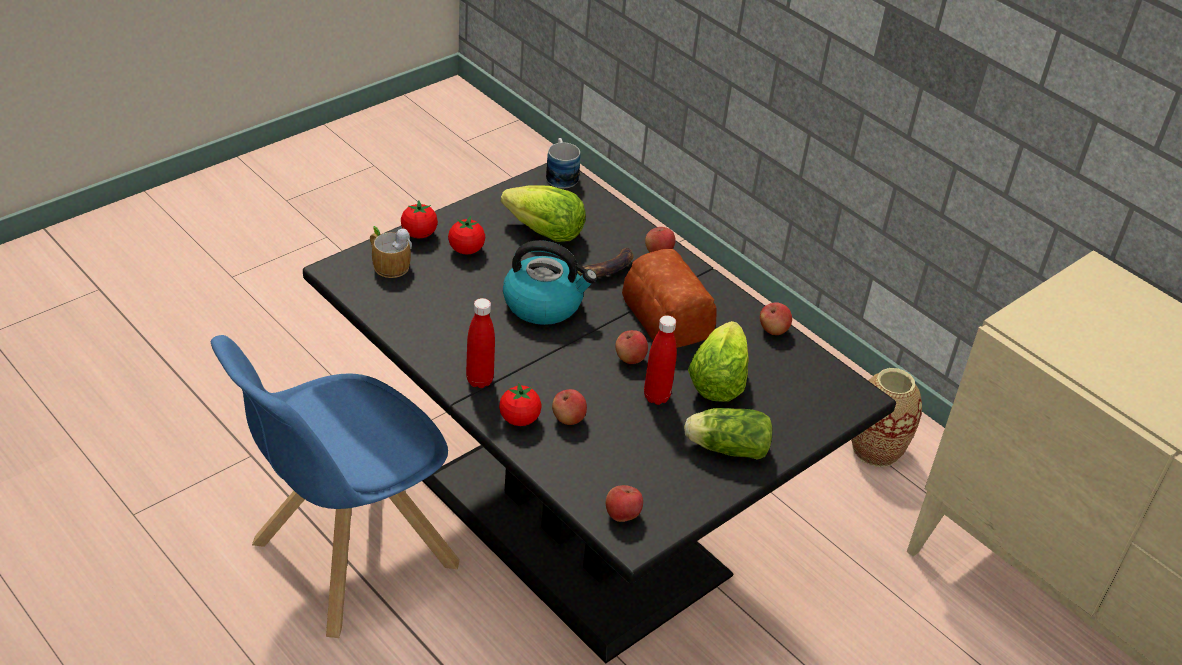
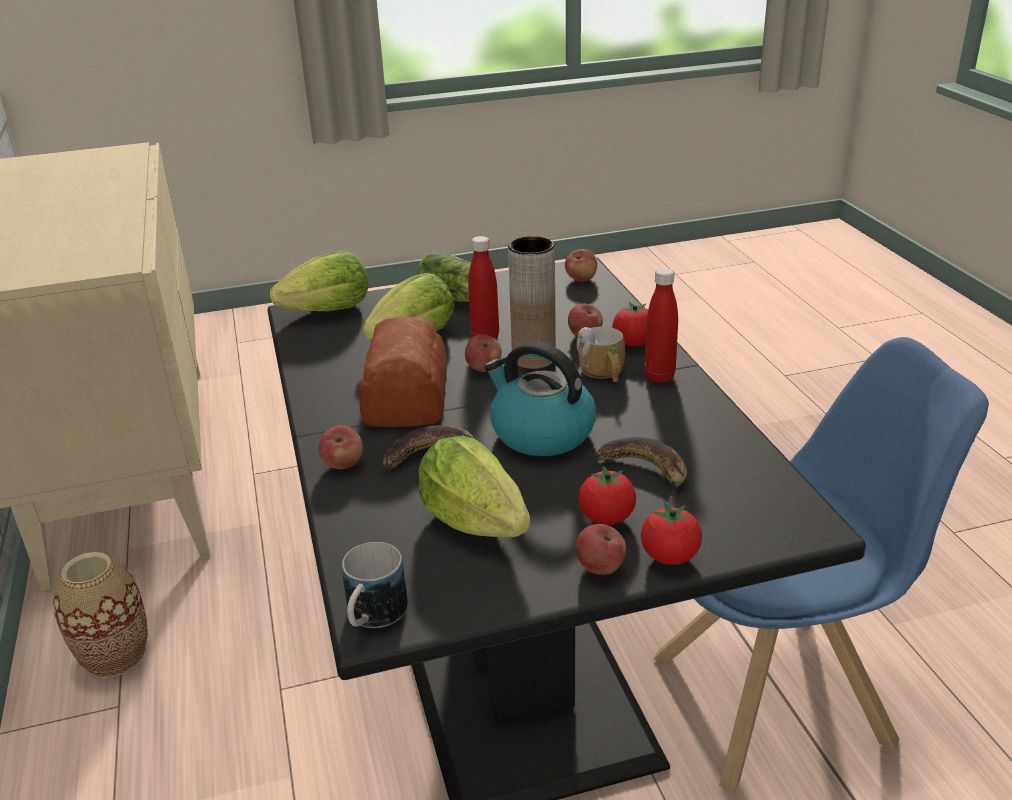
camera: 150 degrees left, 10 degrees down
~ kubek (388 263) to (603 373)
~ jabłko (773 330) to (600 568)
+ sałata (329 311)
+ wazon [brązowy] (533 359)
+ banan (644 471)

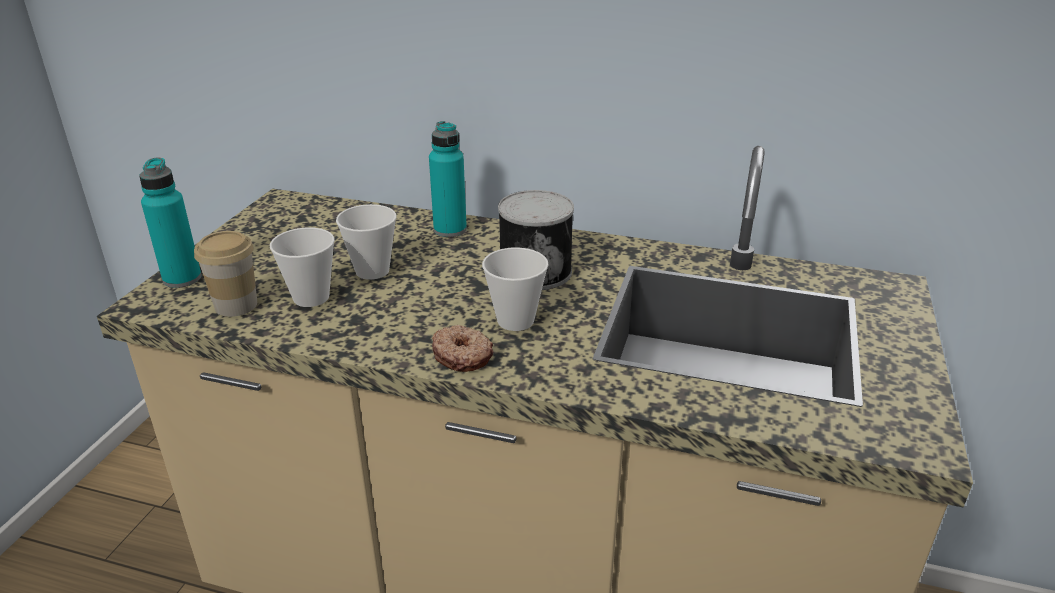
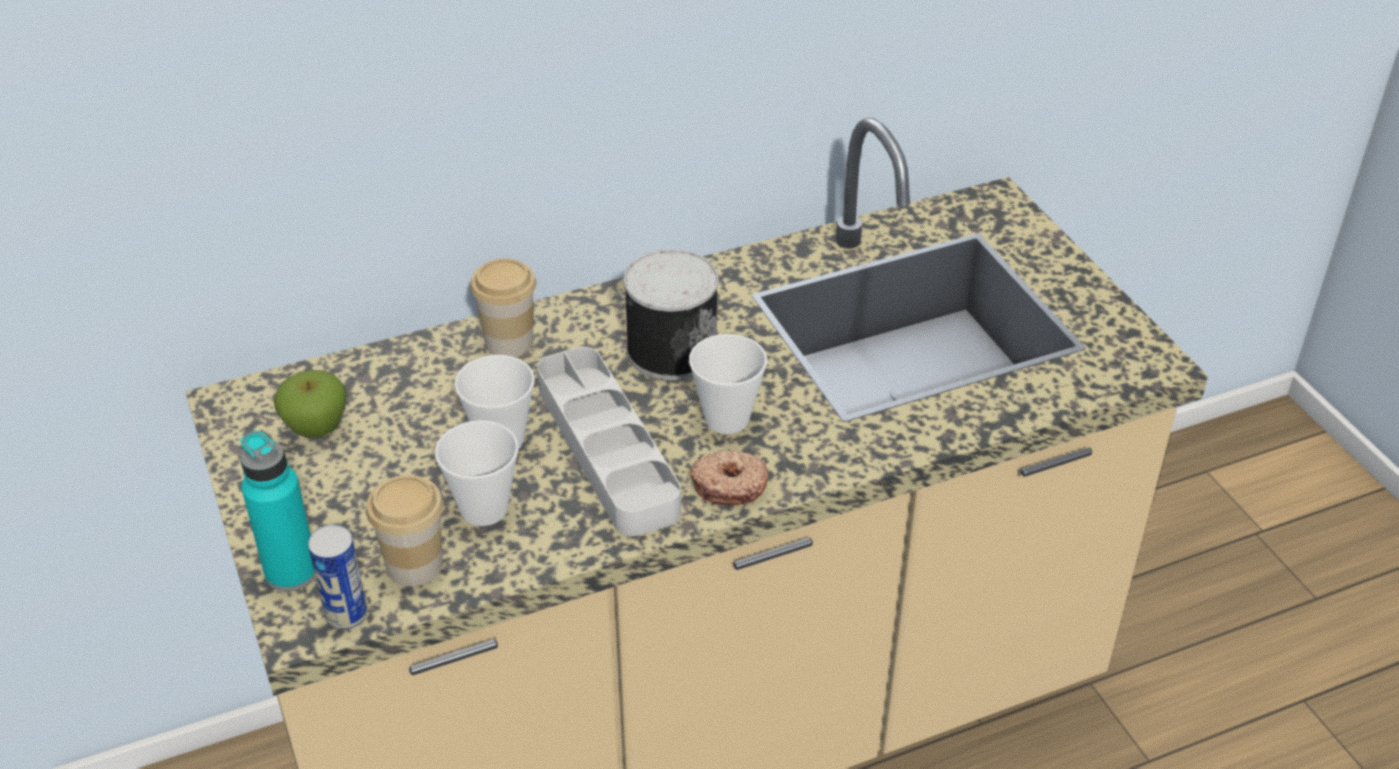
camera: 40 degrees left, 10 degrees up
~ butelka [turkusowy] (450 230) to filiżanka (509 341)
+ jabłko (317 428)
+ puszka (346 615)
+ taca [szary] (607 448)

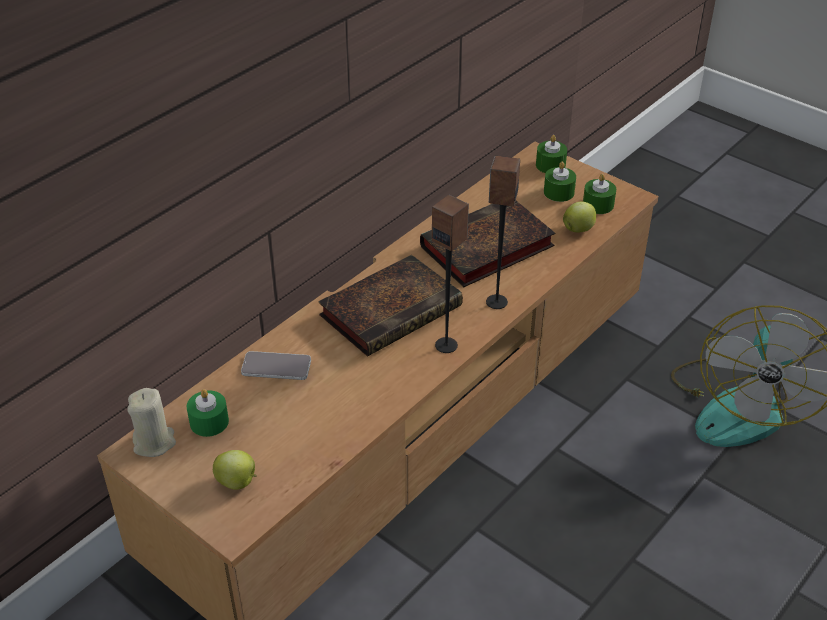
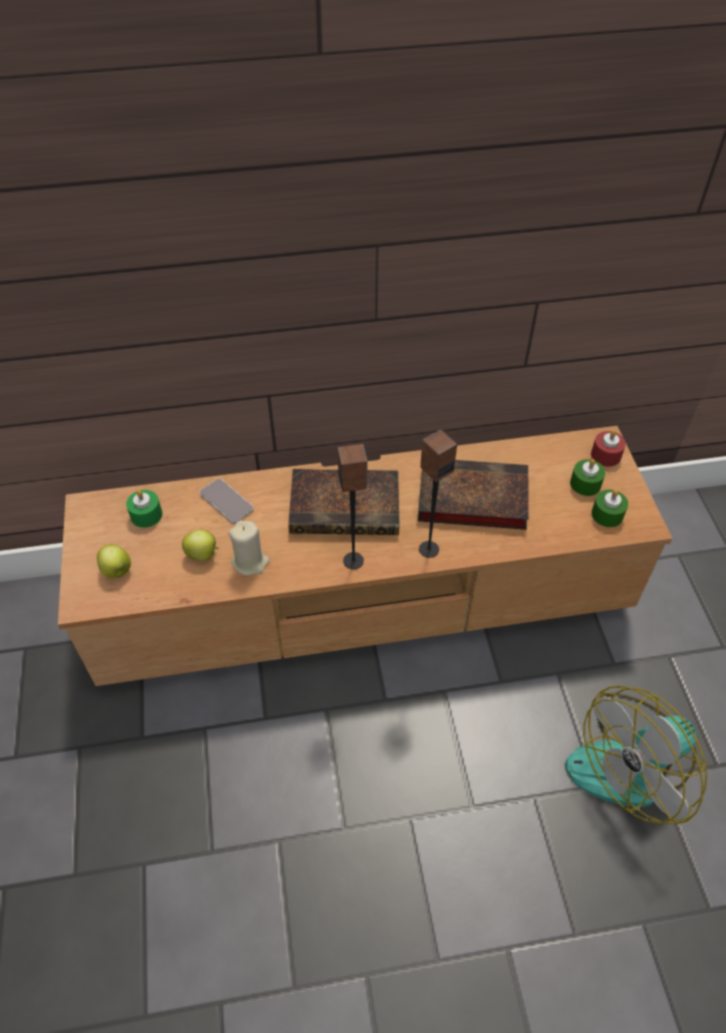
camera: 40 degrees right, 10 degrees up
~ świeca [beżowy] (154 442) to (250 562)
~ świeca [zielony] (550 165) to świeca [czerwony] (606 455)
~ jabłko (578 229) to (203 554)

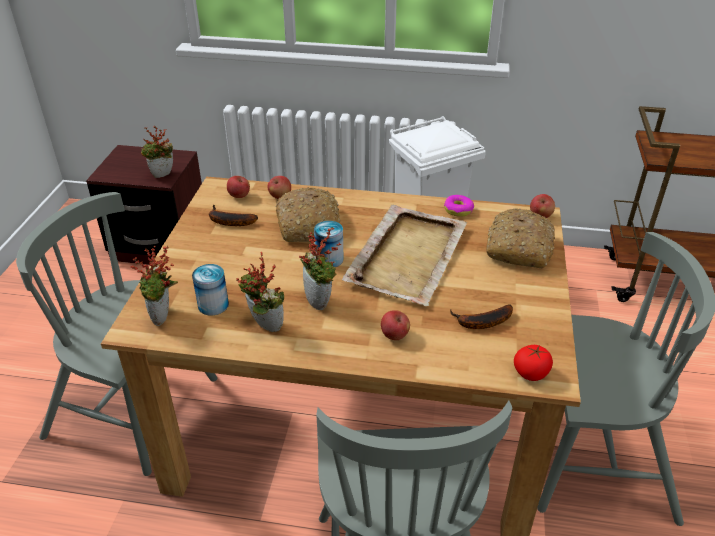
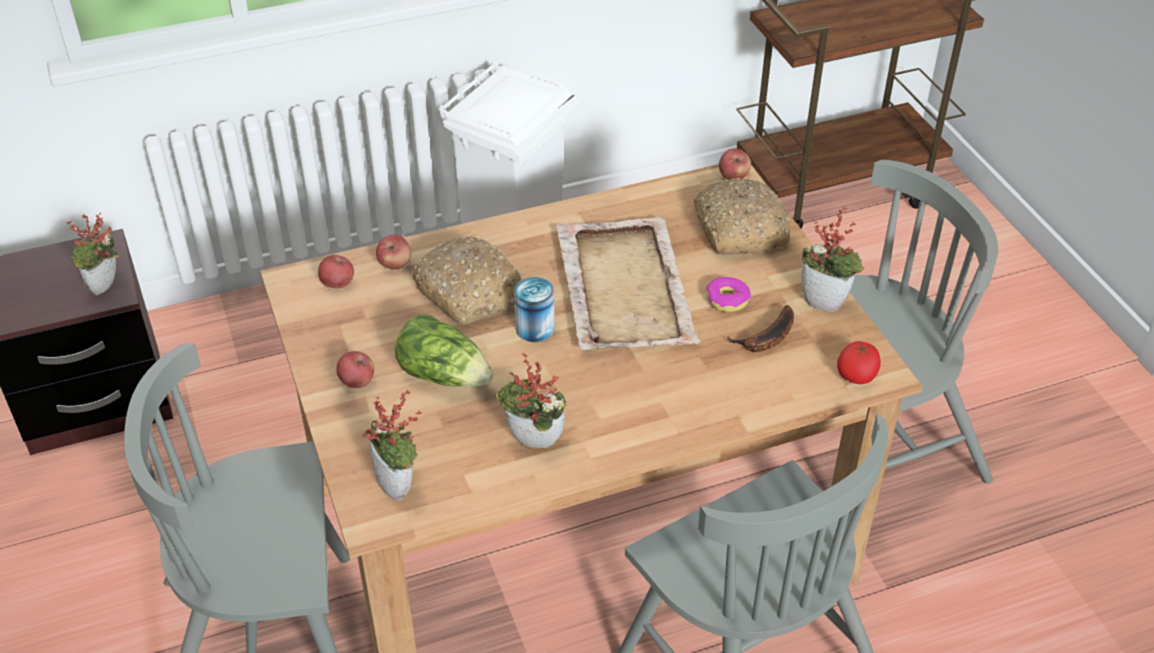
camera: 30 degrees left, 5 degrees up
- puszka (213 305)
- banan (228 221)
~ roślina doniczkowa (321 302) to (826 302)
~ jabłko (394 335) to (357 382)
~ donut (458 210) to (727 300)
+ sałata (445 375)

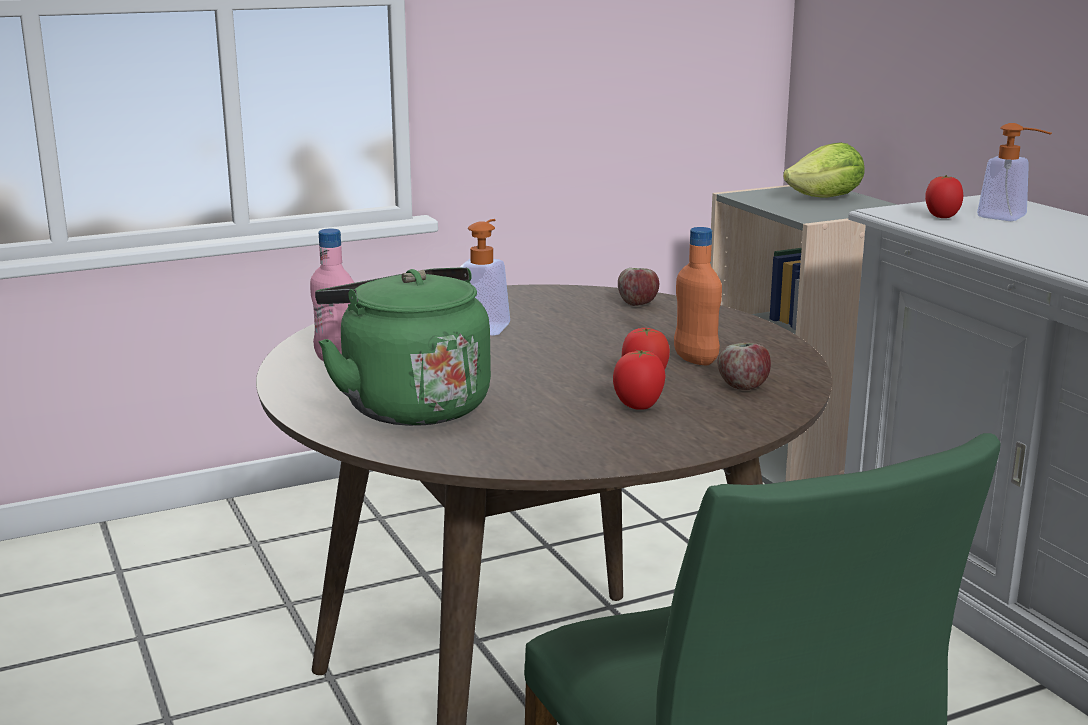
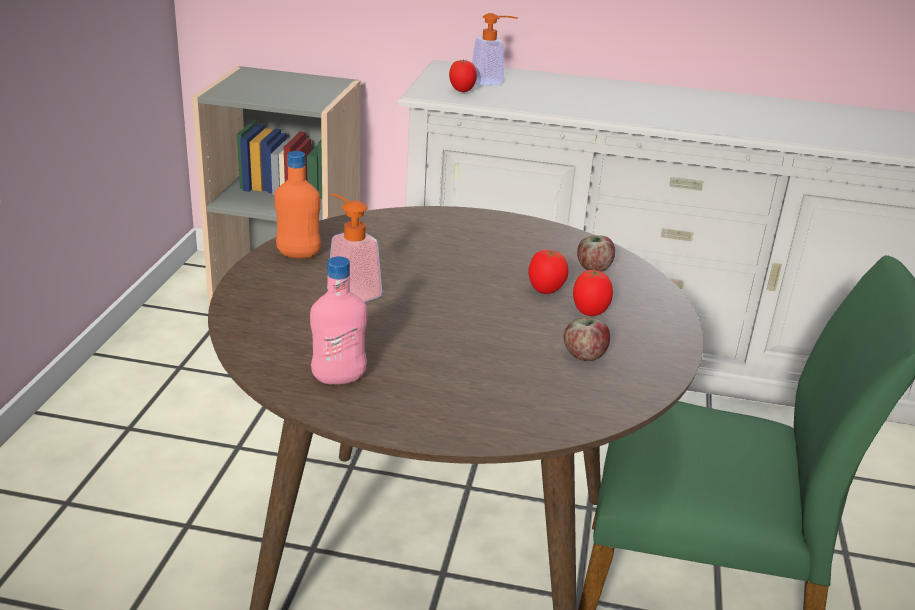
camera: 55 degrees left, 10 degrees up
- czajnik [zielony] (410 405)
~ jabłko (638 303) to (584 355)
~ butelka [pomarańczowy] (695 360) to (298 255)
- sałata (826 198)

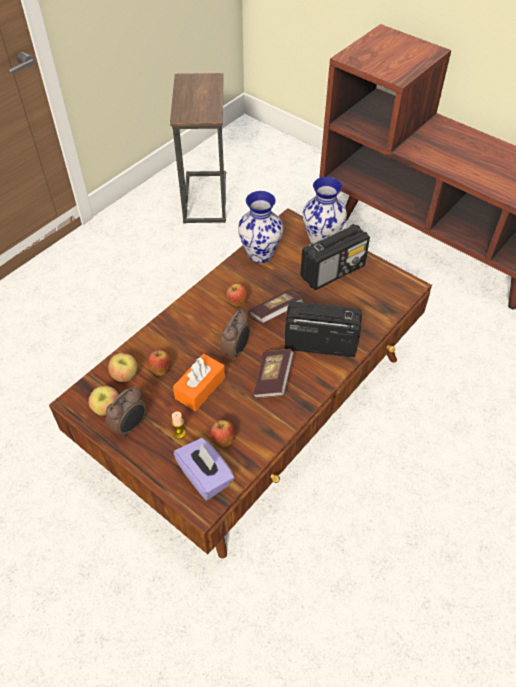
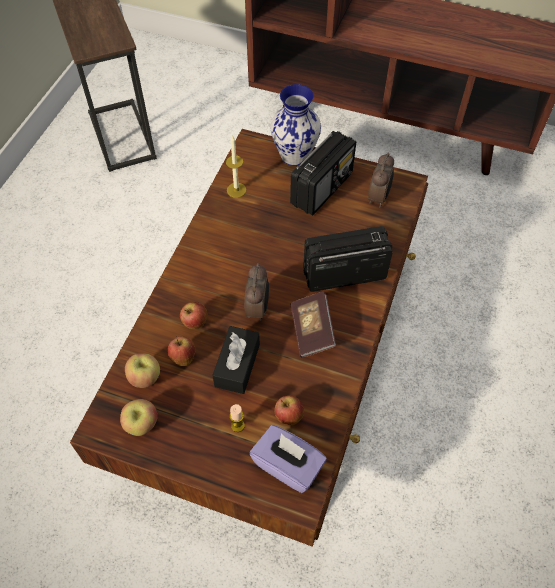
camera: 20 degrees left, 5 degrees up
~ budzik (130 426) to (379 197)
~ pudełko chusteczek [pomarańczowy] (200 388) to pudełko chusteczek [czarny] (237 365)
~ jabłko (237 302) to (195 323)
~ wazon (261 254) to świeca (236 190)
- książka (275 313)

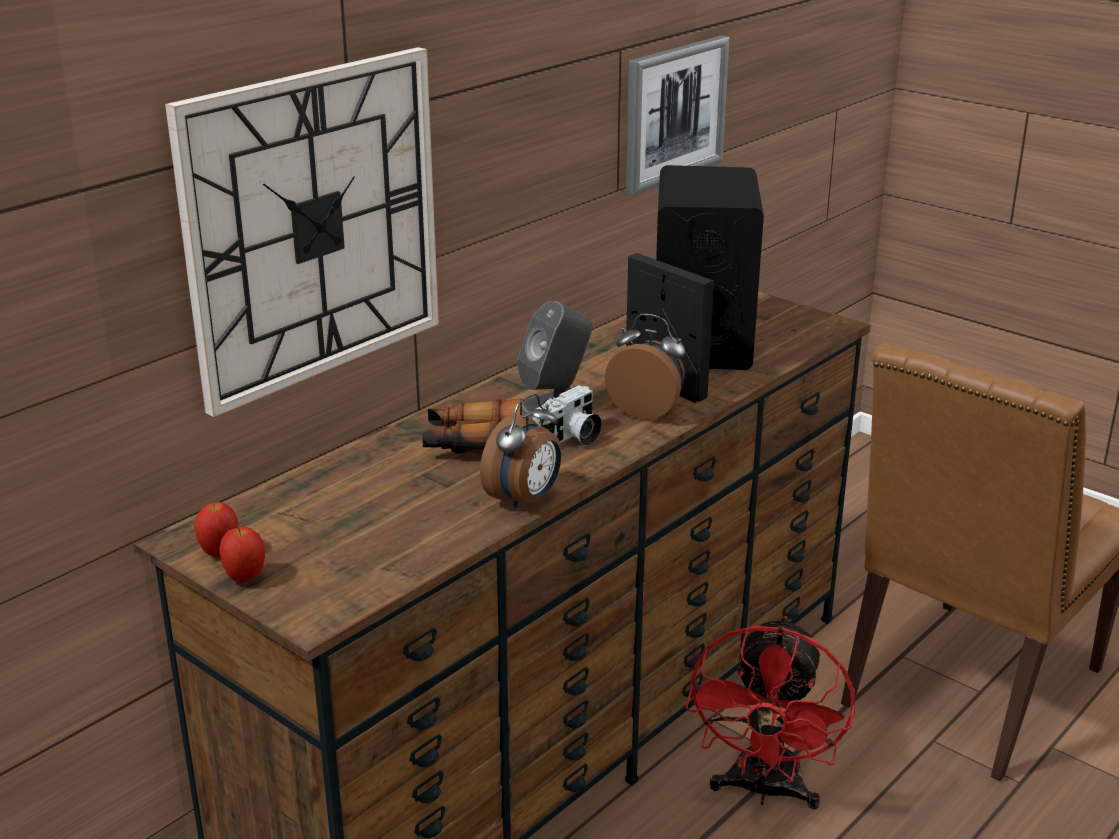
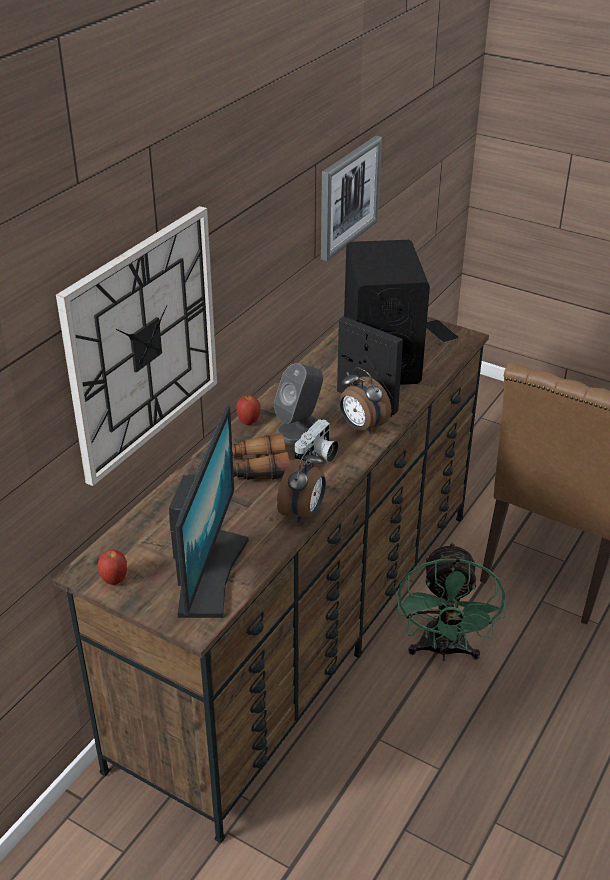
camera: 10 degrees left, 10 degrees up
~ jabłko (245 578) to (248 422)
~ budzik (647 411) = (361 427) 150 degrees counterclockwise
~ wentylator [czerwony] (764 791) to wentylator [zielony] (443 650)
+ monitor (209 574)
+ telefon (440 332)

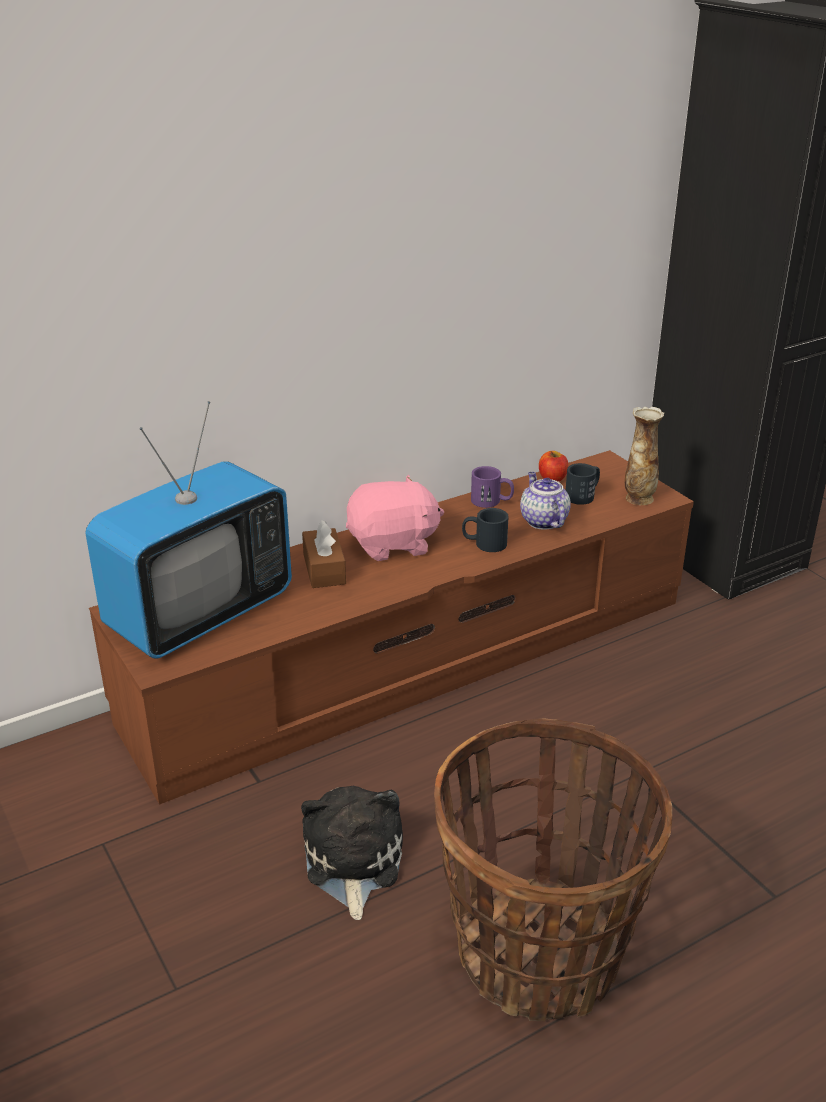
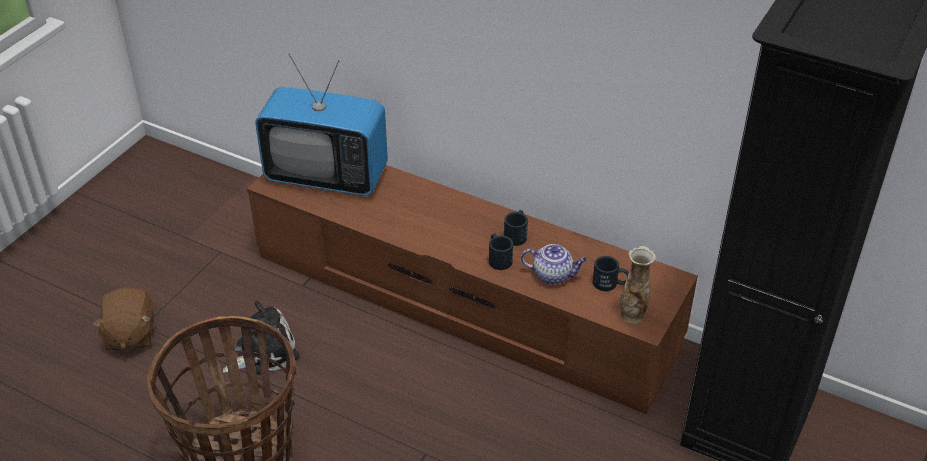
camera: 60 degrees right, 10 degrees up
- pudełko chusteczek [brązowy] (324 569)
- pluszak [różowy] (393 544)
- kubek [fioletowy] (492 501)
~ imbryk (542 521) = (553 275) 60 degrees clockwise
- jabłko (552 478)
+ pluszak [brązowy] (130 335)
+ kubek [czarny] (516 234)

